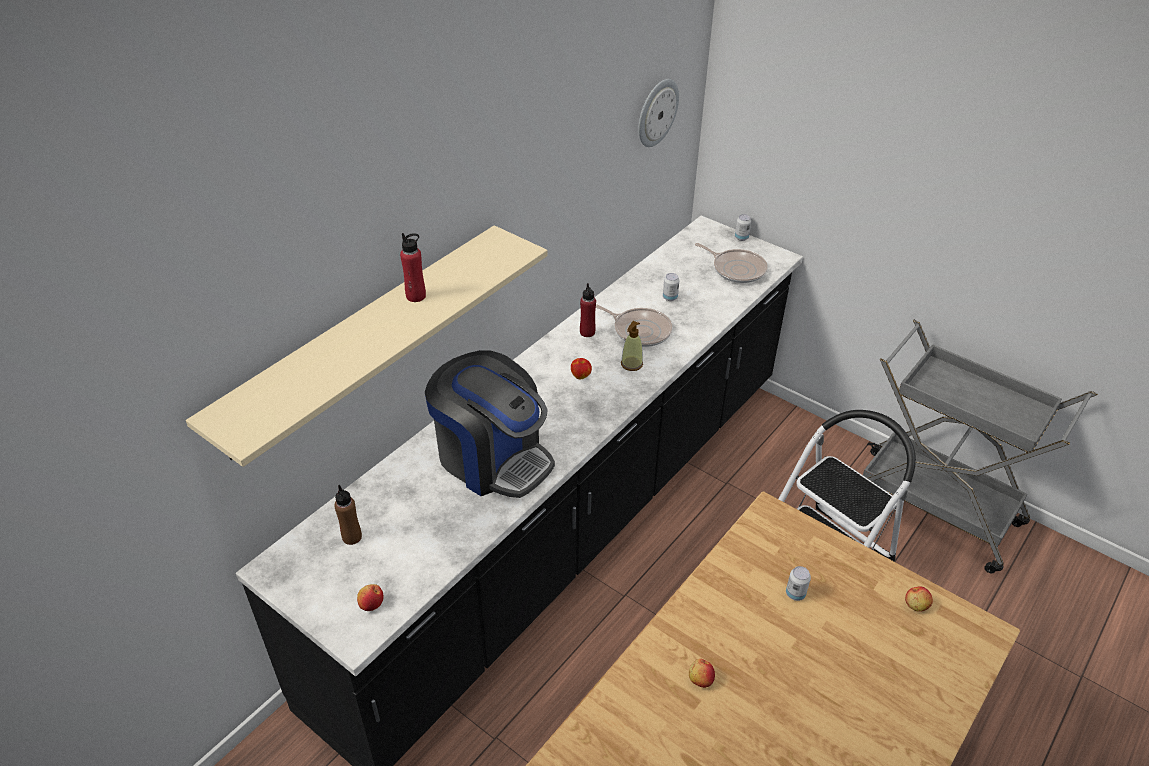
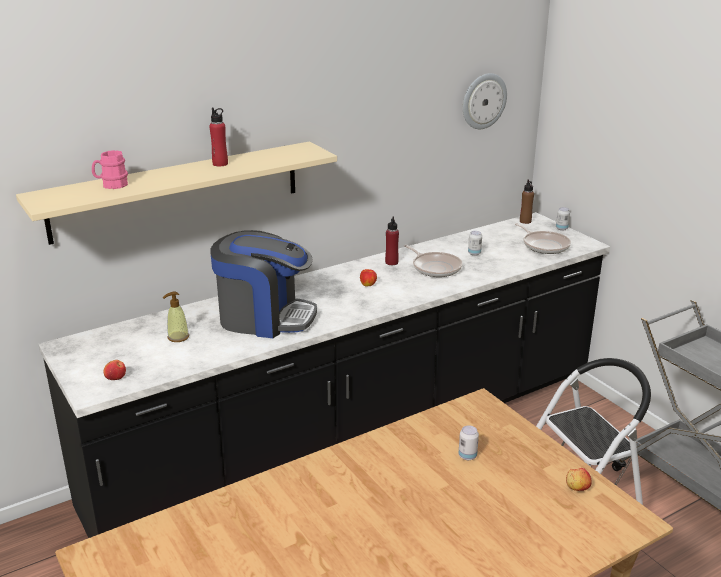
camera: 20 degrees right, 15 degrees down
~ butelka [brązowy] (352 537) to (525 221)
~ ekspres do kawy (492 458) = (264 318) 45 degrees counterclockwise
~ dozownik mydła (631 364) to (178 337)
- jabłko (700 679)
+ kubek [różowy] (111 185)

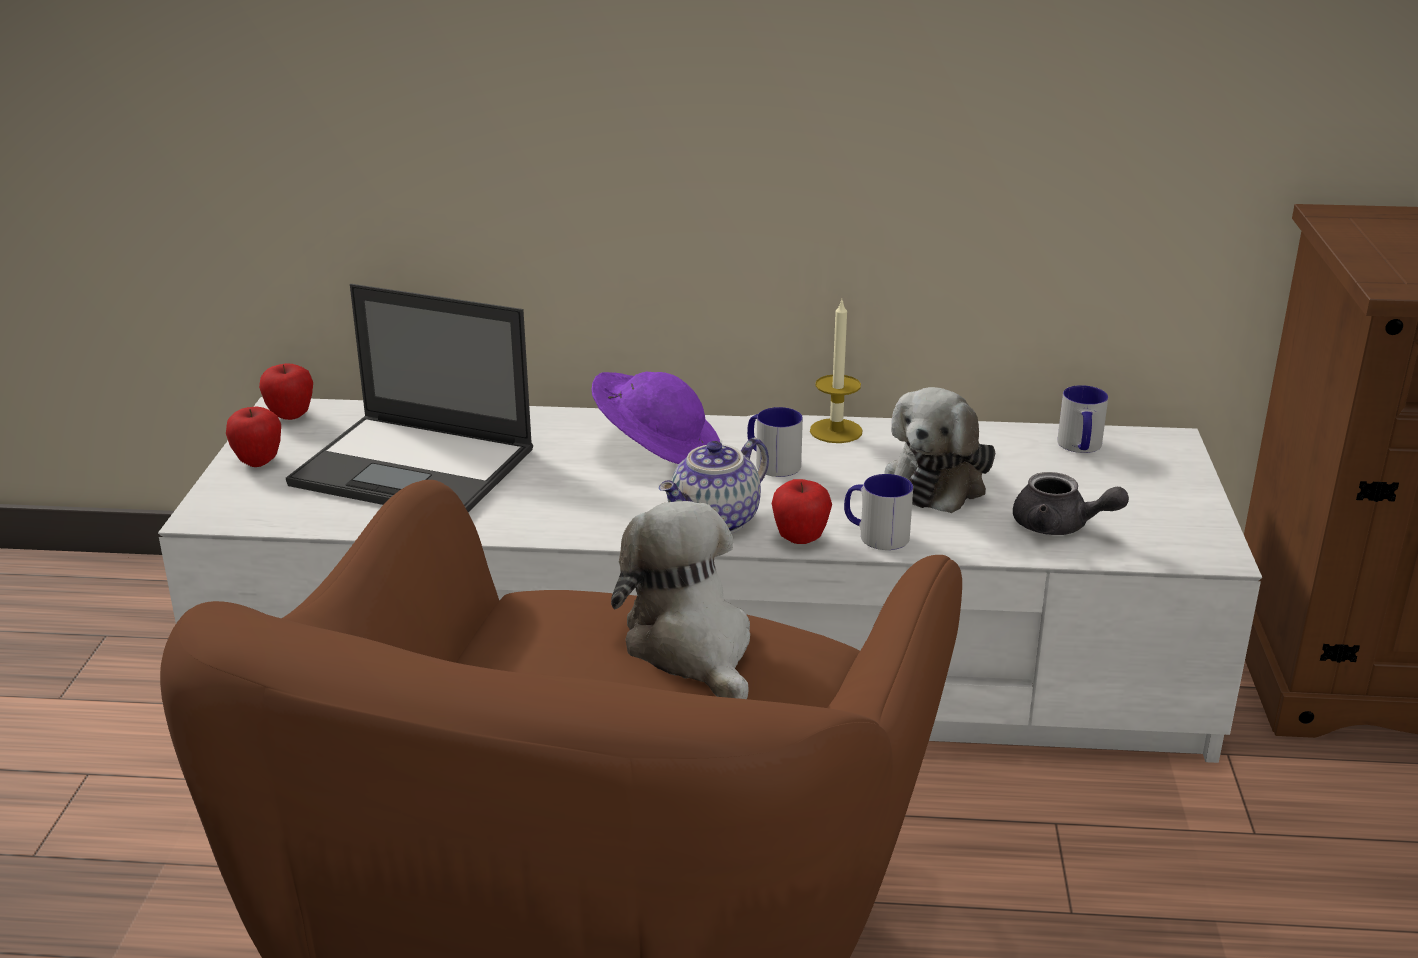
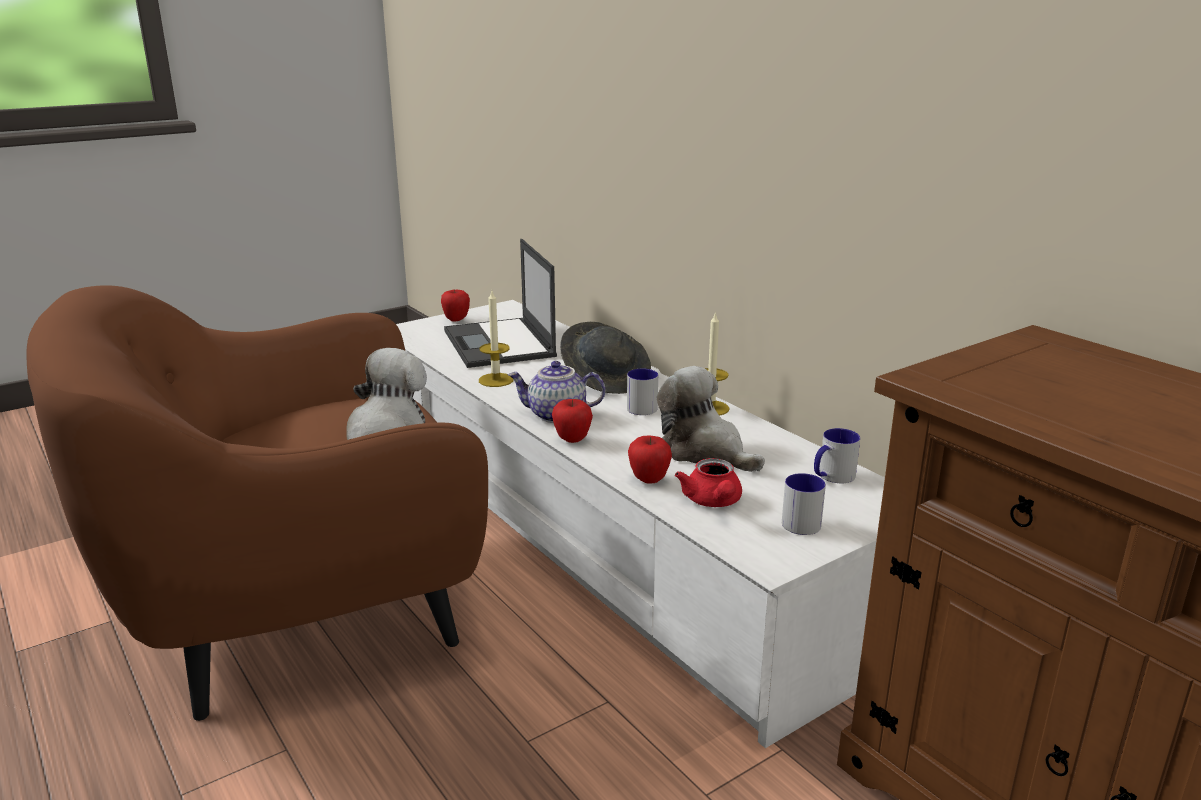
camera: 50 degrees right, 5 degrees down
~ jabłko (291 416) to (649 480)
~ kapelusz [fioletowy] (658 450) to kapelusz [szary] (606 379)
~ kubek (875 535) to (798 520)
~ pluszak (938 480) = (704 451) 60 degrees clockwise
~ imbryk [szary] (1060 527) to imbryk [czerwony] (713 502)
+ świeca (496 380)

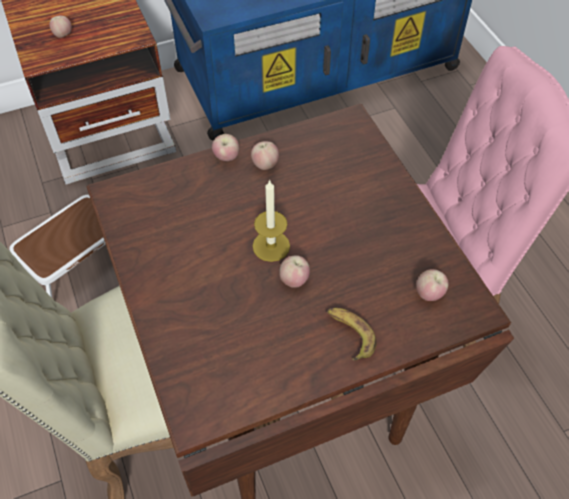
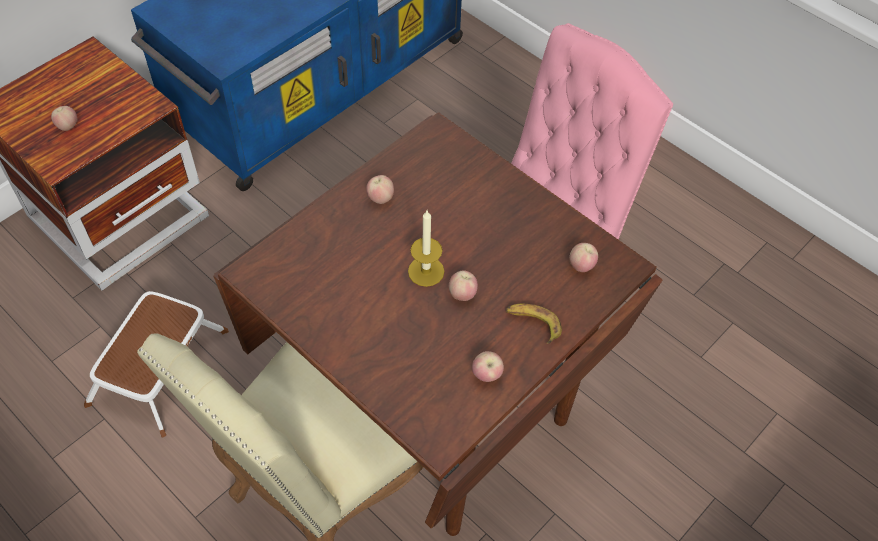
camera: 25 degrees left, 0 degrees up
~ jabłko (226 157) to (486 375)

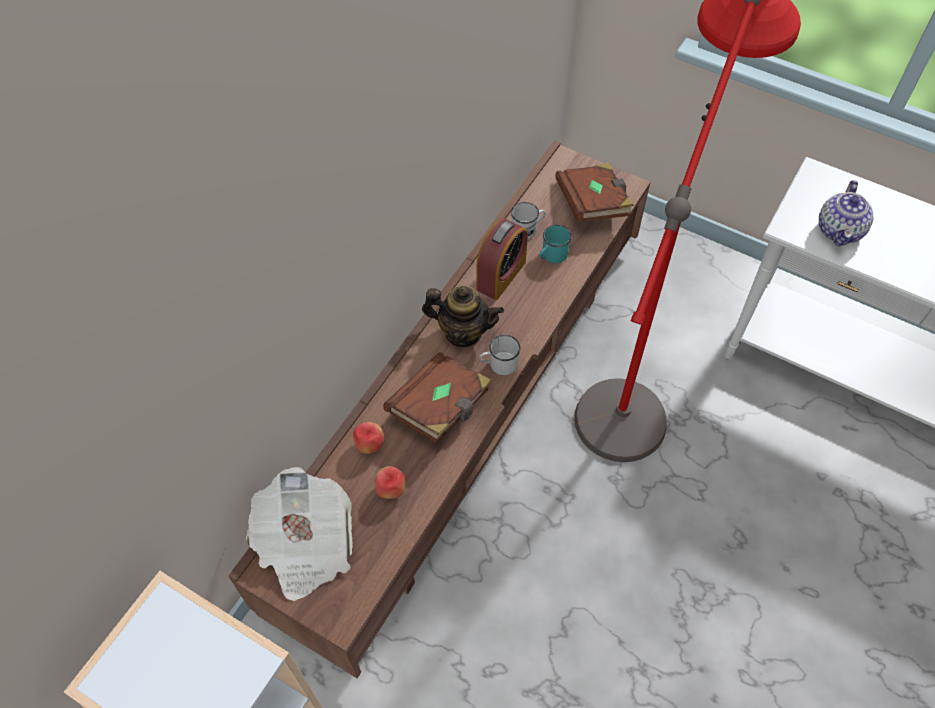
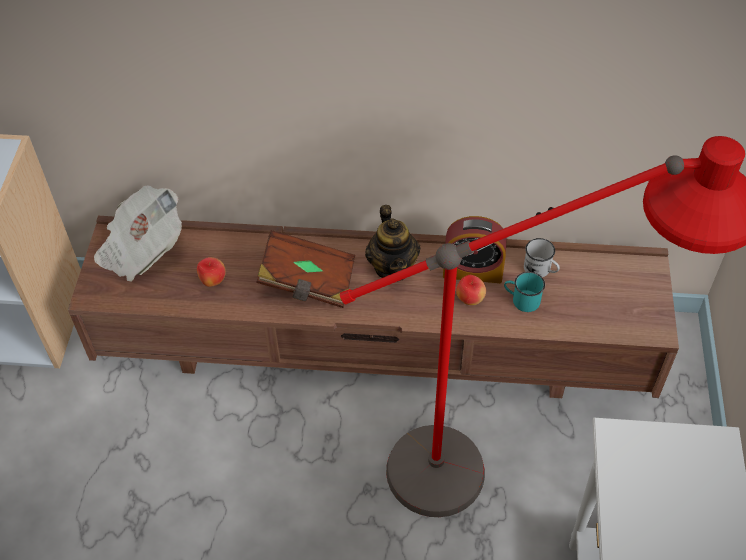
camera: 65 degrees right, 5 degrees down
~ jabłko (369 445) to (470 299)
- kubek [biały] (499 364)
- książka [brązowy] (593 204)
- imbryk (840 230)

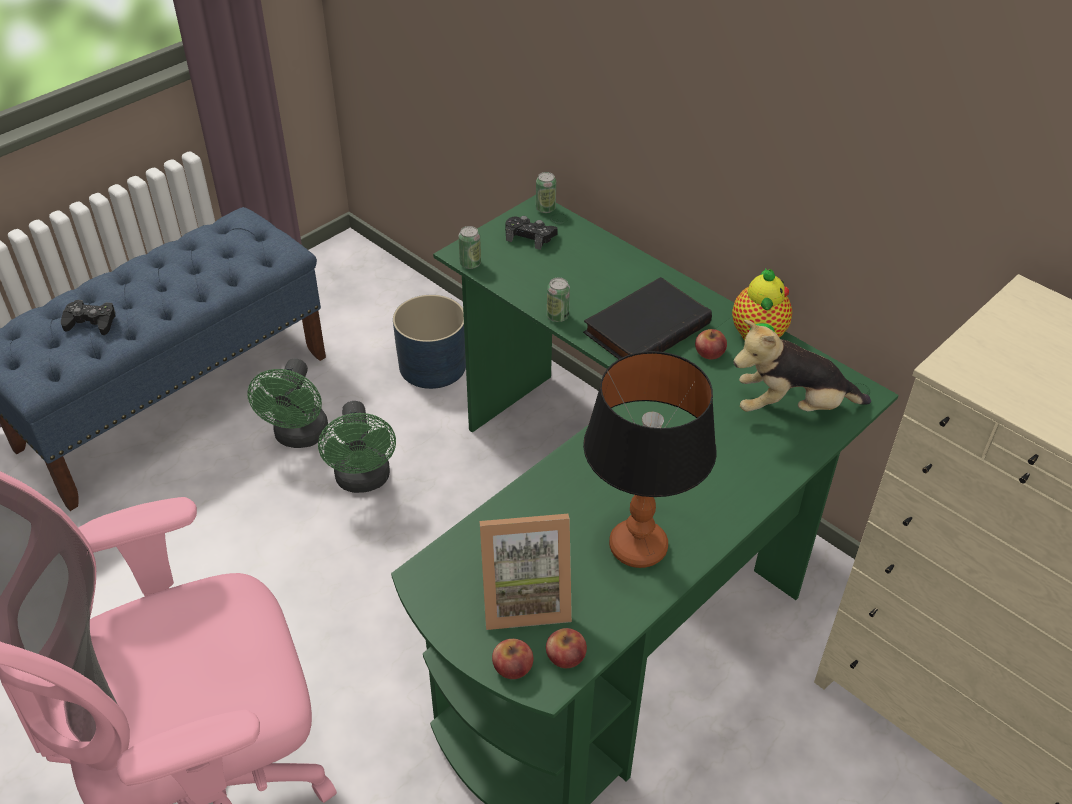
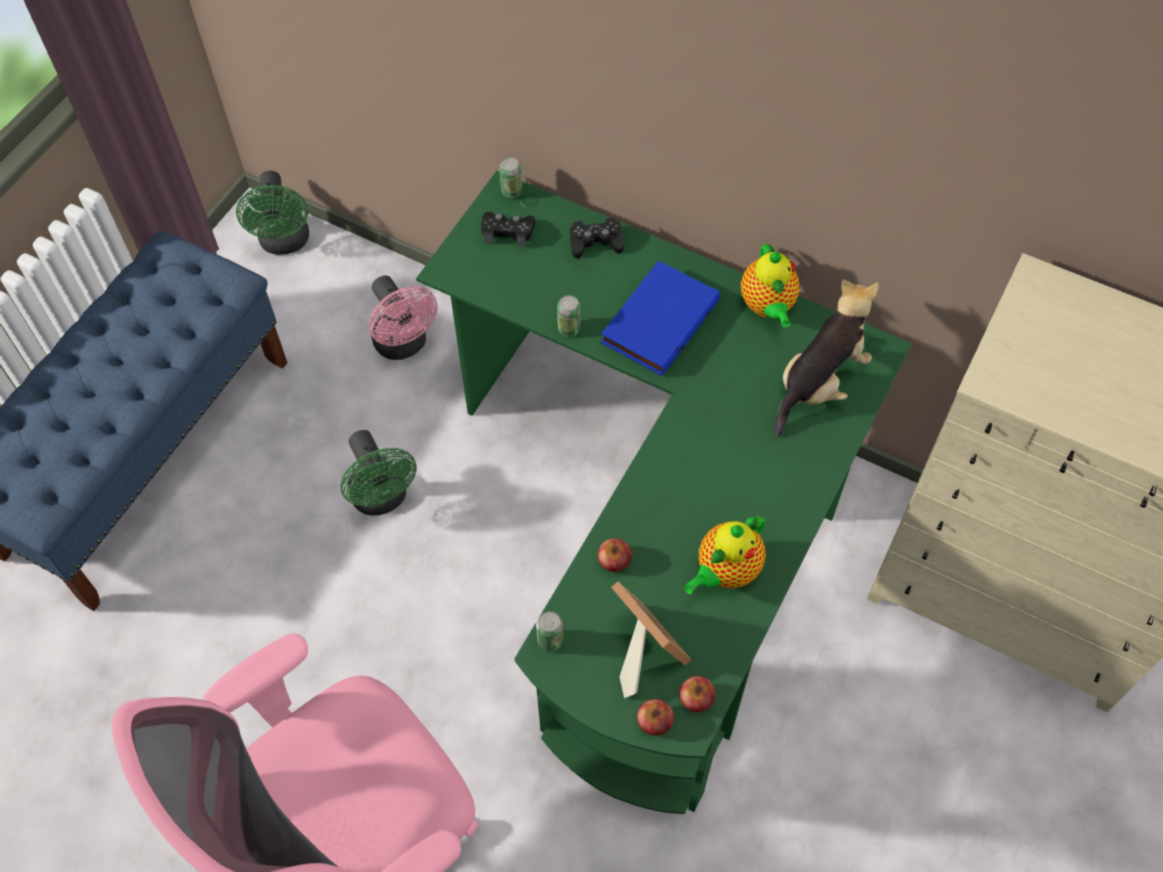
camera: 15 degrees left, 15 degrees up
~ pad do gier [czarny] (91 322) to (596 242)
~ wentylator [zielony] (299 437) to (285 243)
~ donica [niebieski] (433 365) to wentylator [różowy] (404 345)
~ puszka (470 264) to (550 640)
~ ramka na zdjęcie (524 598) = (642 651) 105 degrees counterclockwise
~ książka [czarny] (645 327) to książka [niebieski] (658 320)
~ lampa stołowa (638 546) to imbryk (725 571)
~ jabłko (709 352) to (614 560)
~ pluszak (791 407) = (819 382) 150 degrees clockwise

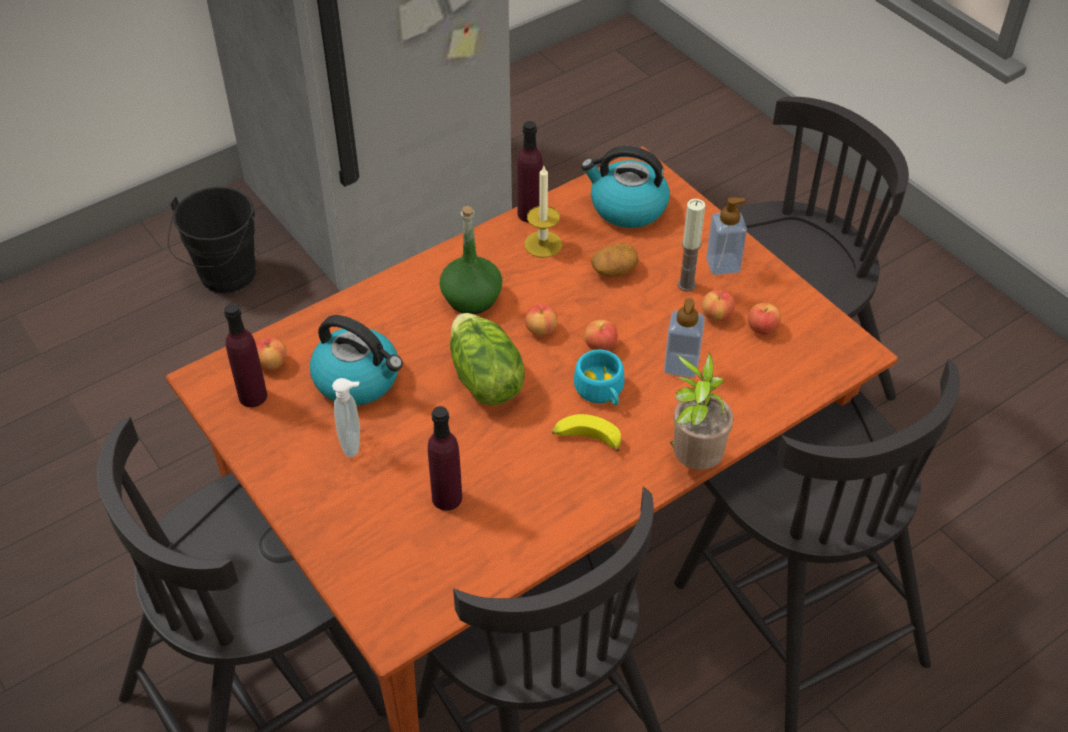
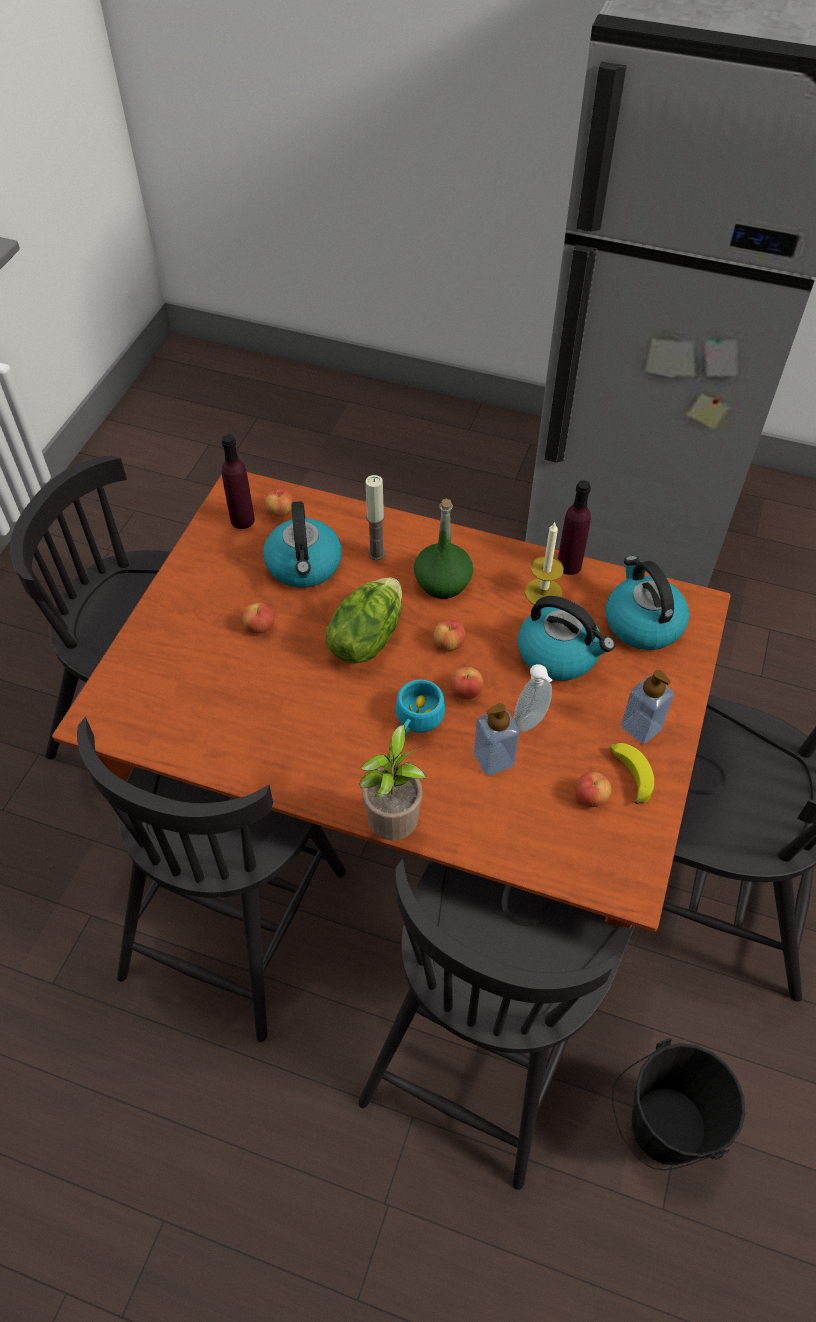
camera: 55 degrees right, 5 degrees up
~ wiadro [czarny] (225 278) to (659 1129)
~ dozownik mydła (353 444) to (531 723)
- butelka [fioletowy] (447 498)
~ banan (586 439) to (629 775)
~ ziemniak (614 270) to czajnik (559 654)
~ świeca (686 284) to (376 553)
~ jabłko (716 315) to (260 627)

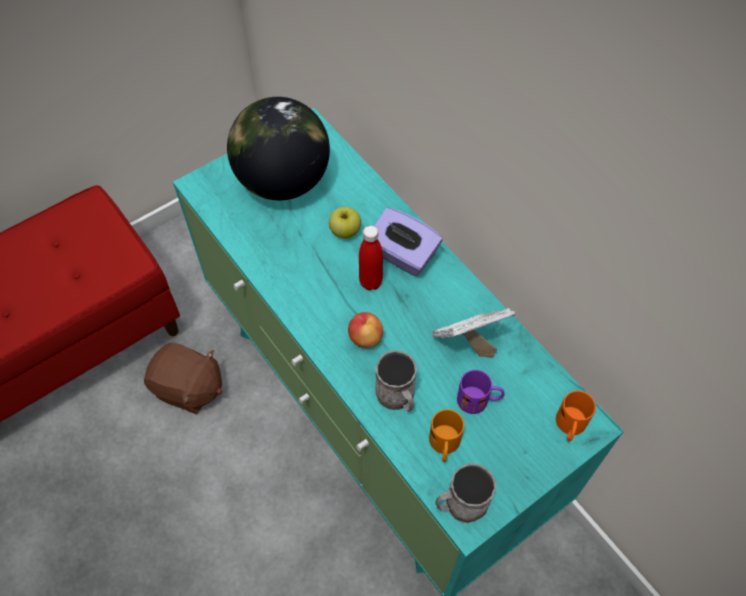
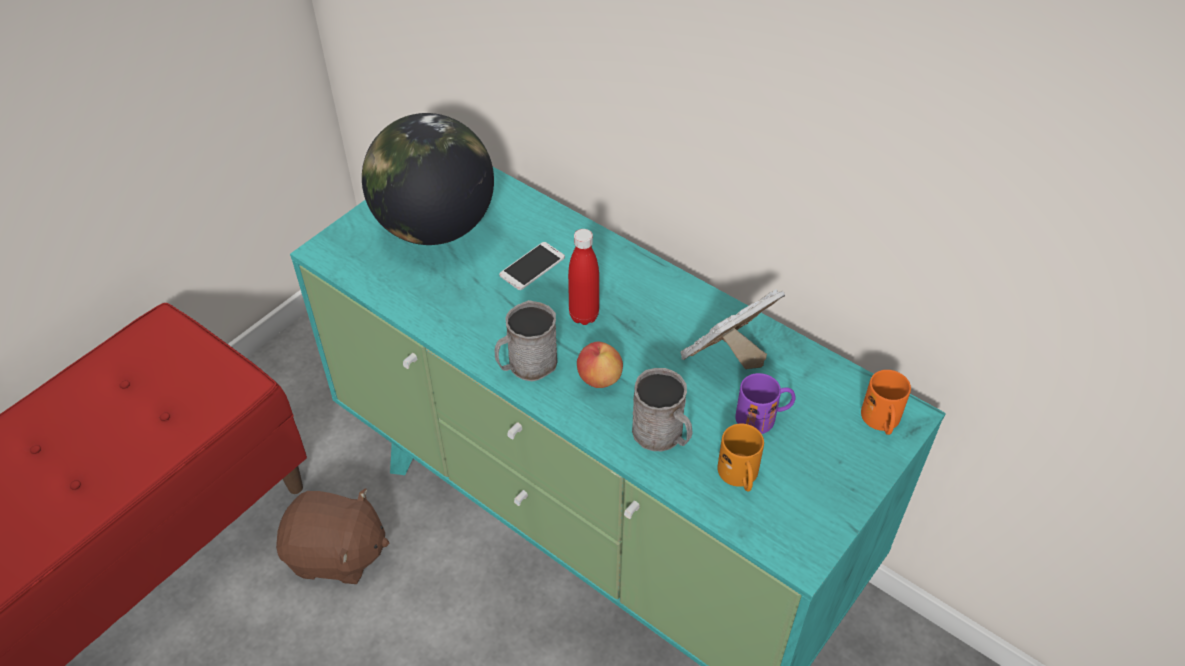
camera: 15 degrees left, 10 degrees down
~ jabłko (345 231) to telefon (532 266)
- pudełko chusteczek [fioletowy] (402 255)
~ kubek [szary] (460 504) to (526 365)

